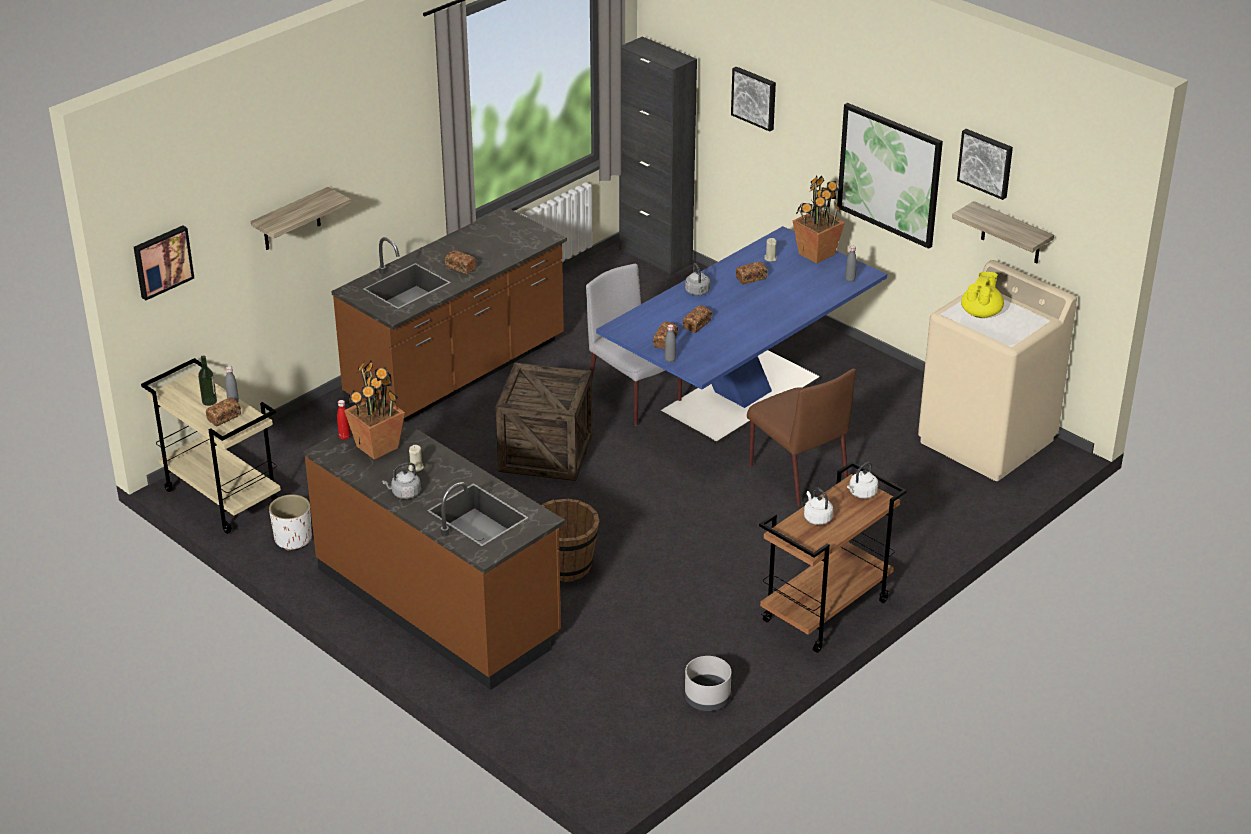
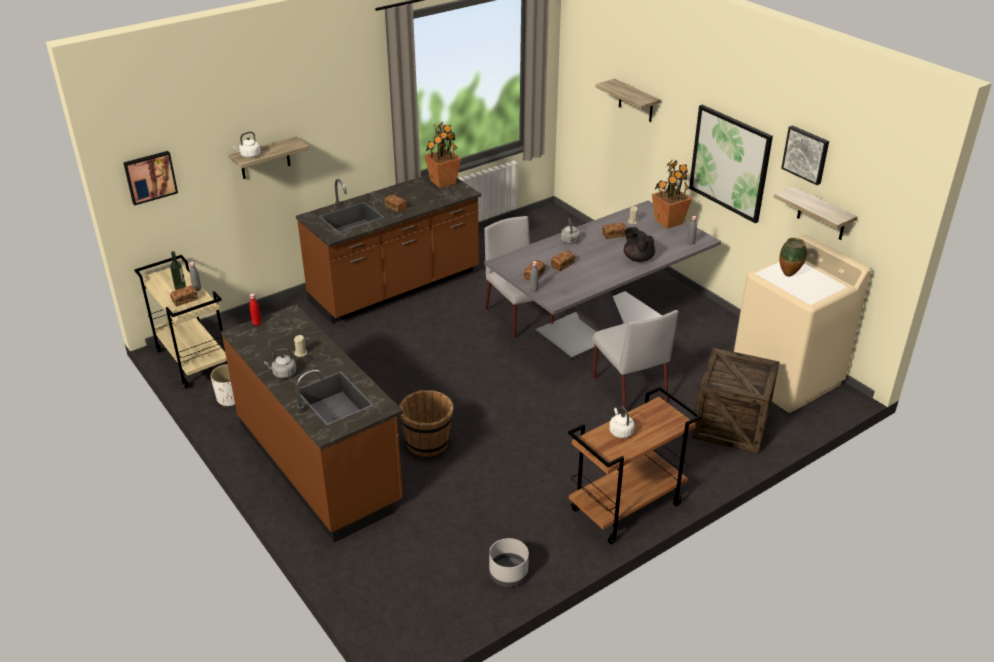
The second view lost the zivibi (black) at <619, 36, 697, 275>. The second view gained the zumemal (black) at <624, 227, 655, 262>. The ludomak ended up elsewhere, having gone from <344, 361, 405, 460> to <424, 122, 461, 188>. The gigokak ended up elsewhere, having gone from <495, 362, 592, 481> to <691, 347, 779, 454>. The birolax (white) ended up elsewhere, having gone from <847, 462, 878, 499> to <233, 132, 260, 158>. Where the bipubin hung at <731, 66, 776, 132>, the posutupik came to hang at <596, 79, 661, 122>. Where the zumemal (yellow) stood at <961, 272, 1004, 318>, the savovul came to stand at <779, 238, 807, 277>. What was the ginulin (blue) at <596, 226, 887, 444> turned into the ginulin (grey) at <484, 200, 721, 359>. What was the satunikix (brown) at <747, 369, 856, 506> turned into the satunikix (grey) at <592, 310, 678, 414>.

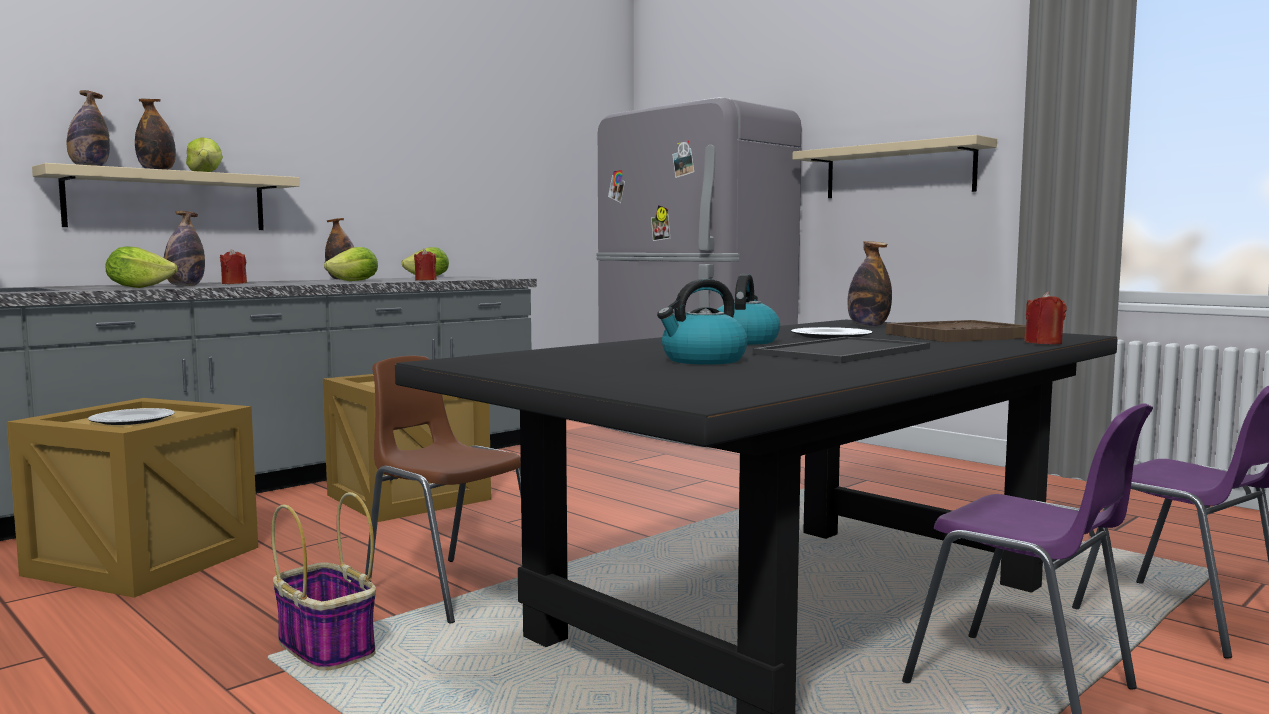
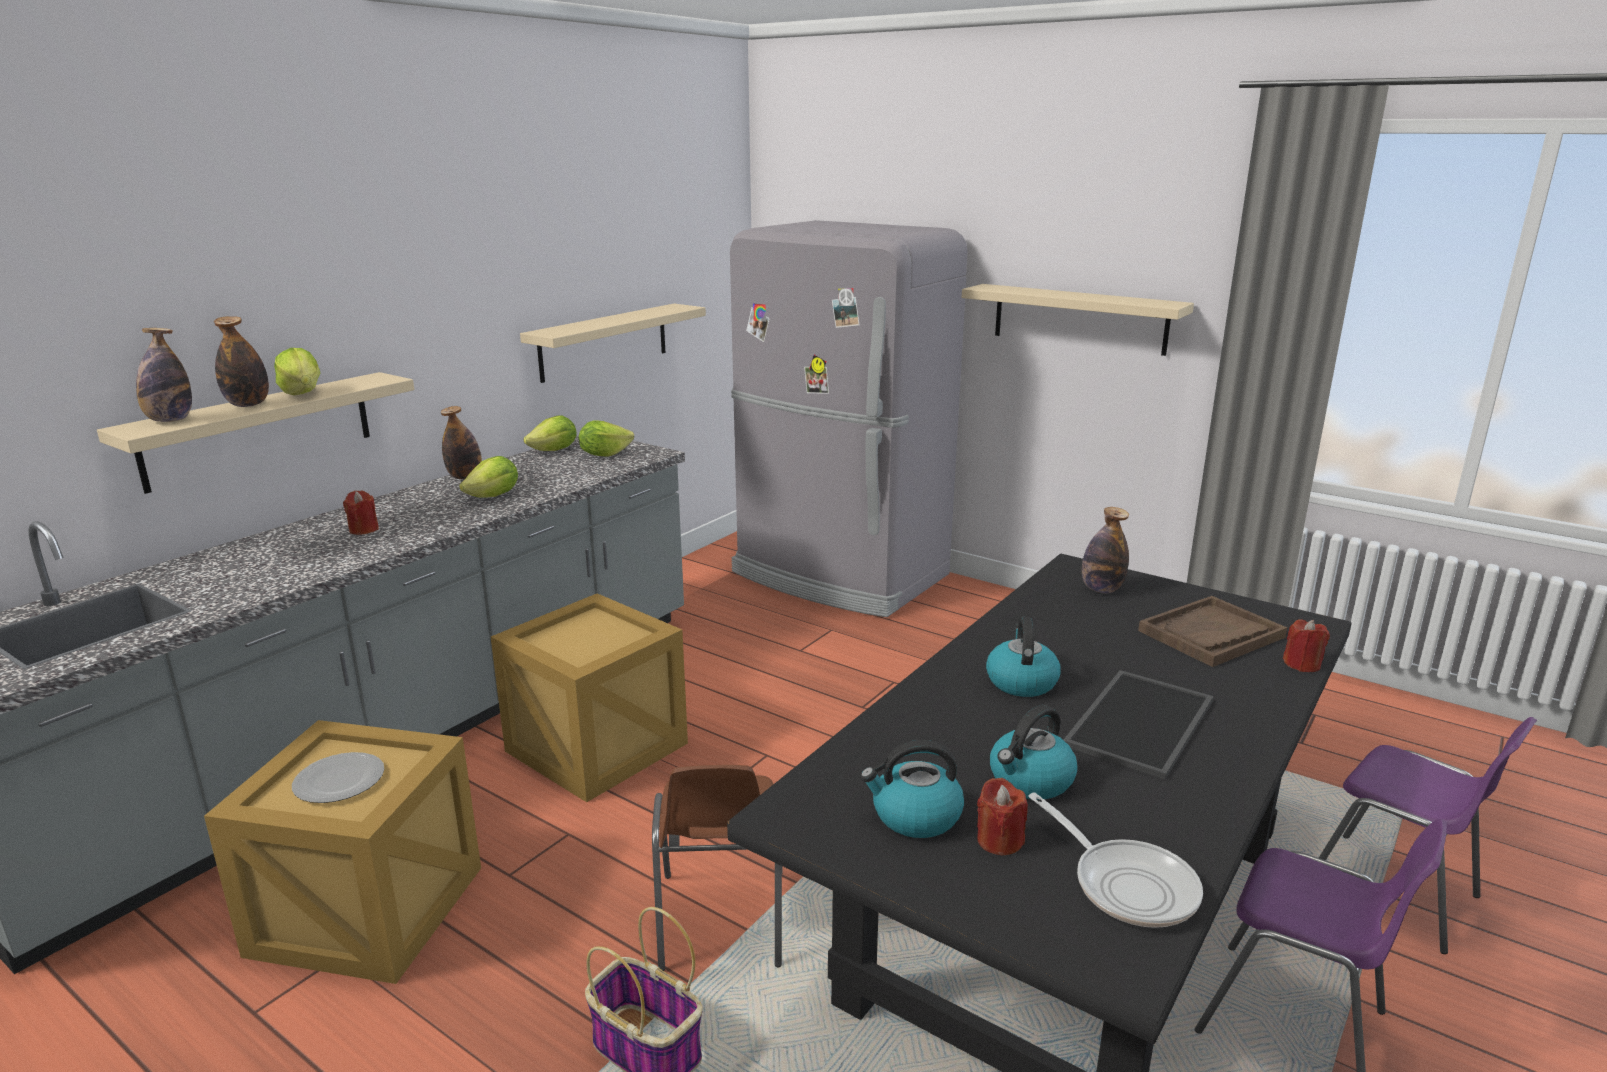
The second view lost the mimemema at <164, 211, 205, 286>. The second view lost the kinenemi at <791, 327, 872, 339>. The second view gained the posutupik (beige) at <520, 304, 706, 383>. The second view gained the birolax at <860, 740, 964, 838>. The second view gained the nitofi at <1028, 793, 1203, 928>. The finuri ended up elsewhere, having gone from <105, 246, 177, 288> to <579, 421, 634, 457>. The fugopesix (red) ended up elsewhere, having gone from <414, 249, 437, 281> to <977, 778, 1028, 855>. The satunikix (brown) at <365, 356, 521, 623> ended up facing another way, 120 degrees counterclockwise from before.

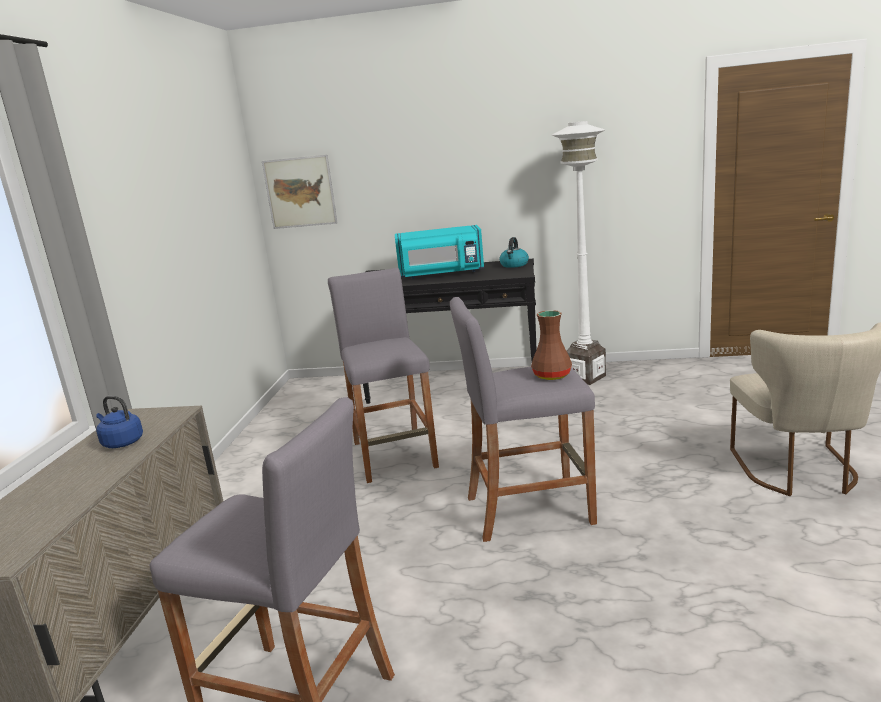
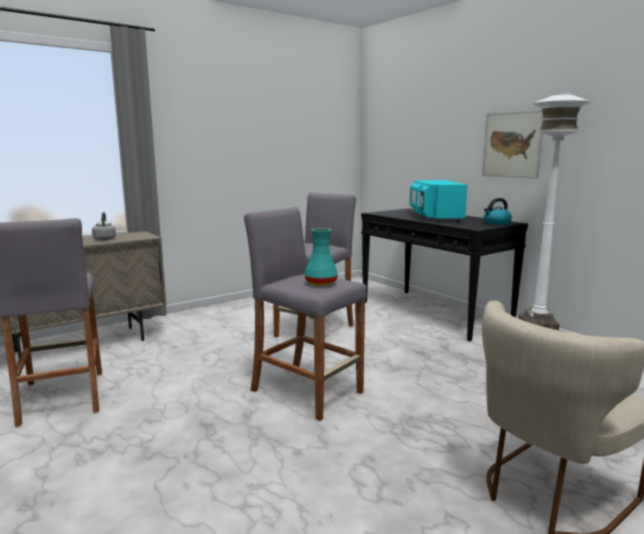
The bipubin ended up elsewhere, having gone from <262, 155, 338, 229> to <482, 110, 543, 179>. What was the birolax (blue) at <96, 396, 143, 448> turned into the birolax (grey) at <92, 212, 116, 240>. What was the savovul (brown) at <531, 310, 572, 380> turned into the savovul (turquoise) at <305, 228, 338, 286>. The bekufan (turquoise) at <395, 225, 484, 279> ended up facing another way, 45 degrees clockwise from before.

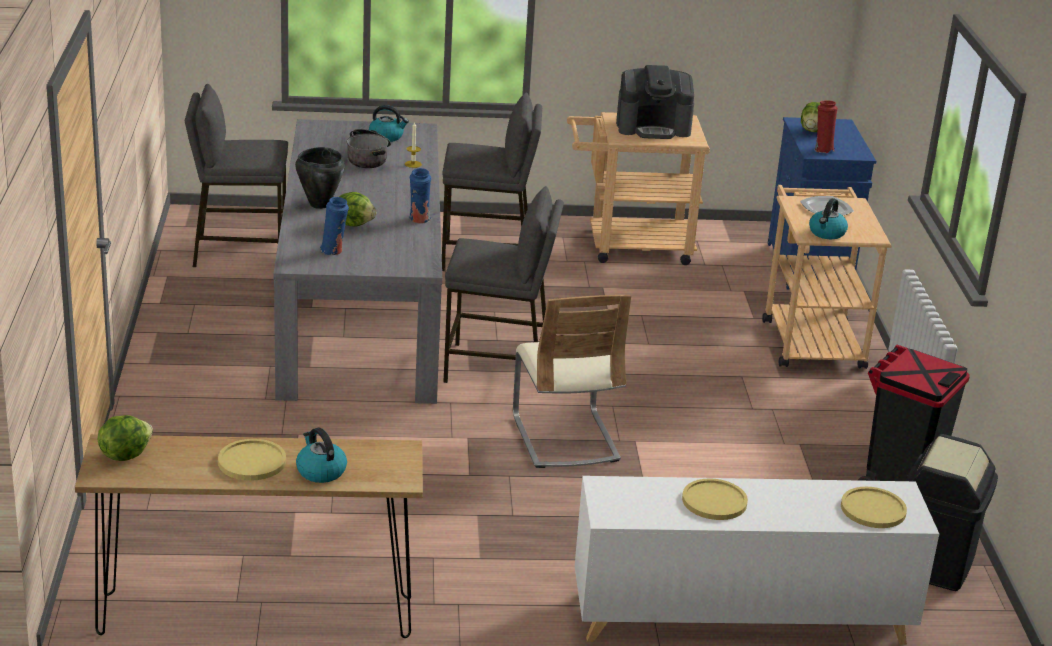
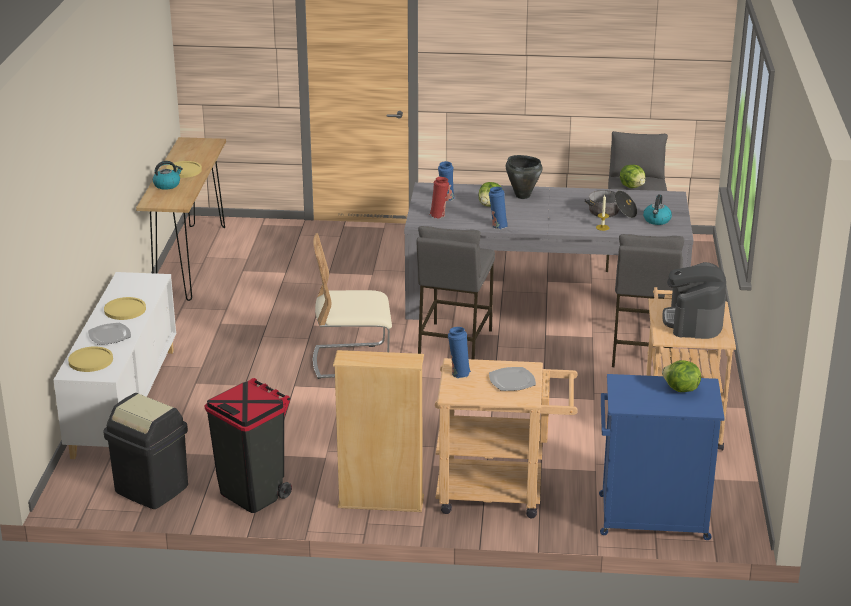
The second view gained the kinenemi at <88, 323, 131, 345>. The second view gained the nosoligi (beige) at <333, 350, 424, 512>. The finuri ended up elsewhere, having gone from <98, 415, 153, 461> to <620, 165, 645, 188>. The savovul (red) ended up elsewhere, having gone from <815, 100, 838, 153> to <429, 177, 449, 219>. Where the birolax stood at <809, 198, 848, 239>, the savovul (blue) came to stand at <448, 327, 471, 378>.

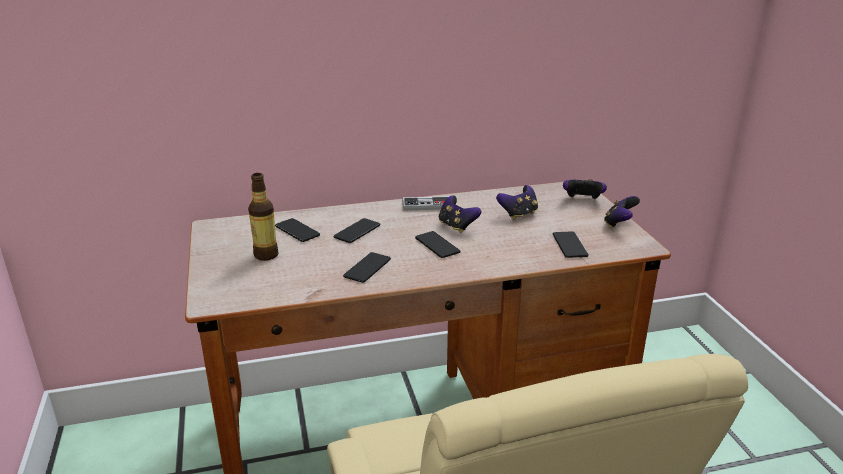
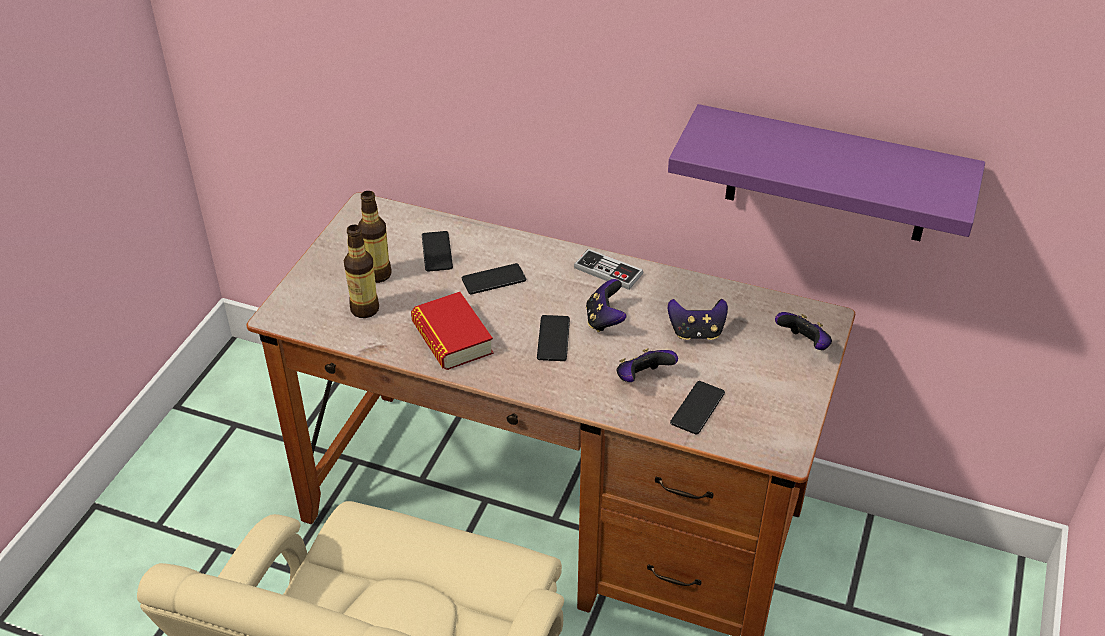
The second view gained the mimemema at <344, 225, 379, 318>. The second view gained the posutupik (purple) at <668, 104, 985, 241>. The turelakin ended up elsewhere, having gone from <604, 196, 640, 228> to <616, 348, 678, 382>. Where the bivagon stood at <343, 252, 391, 283>, the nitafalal came to stand at <411, 292, 493, 370>.

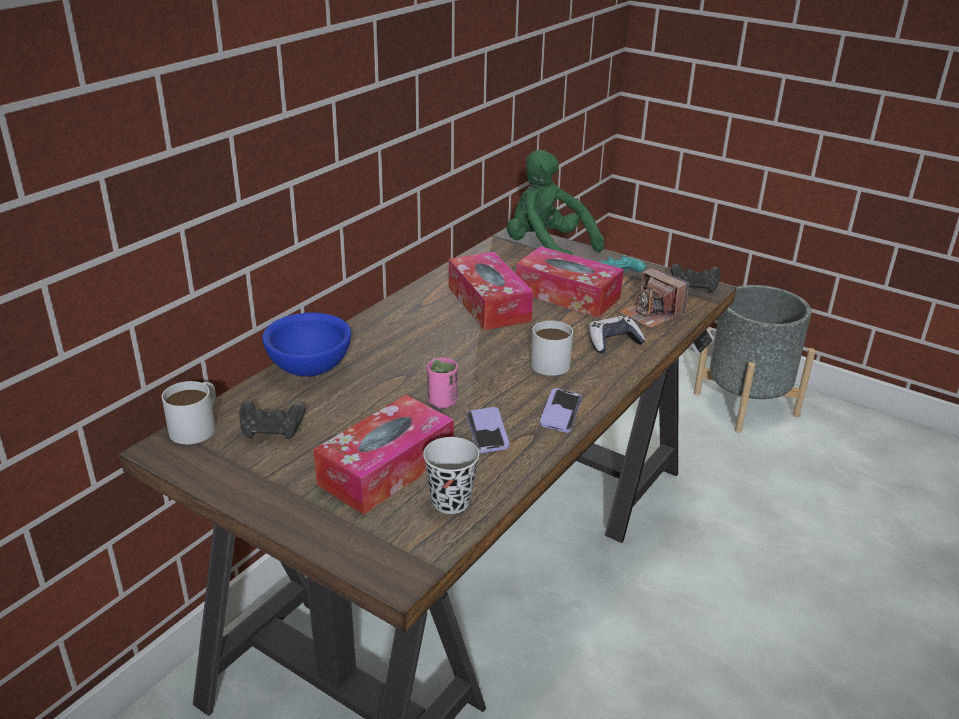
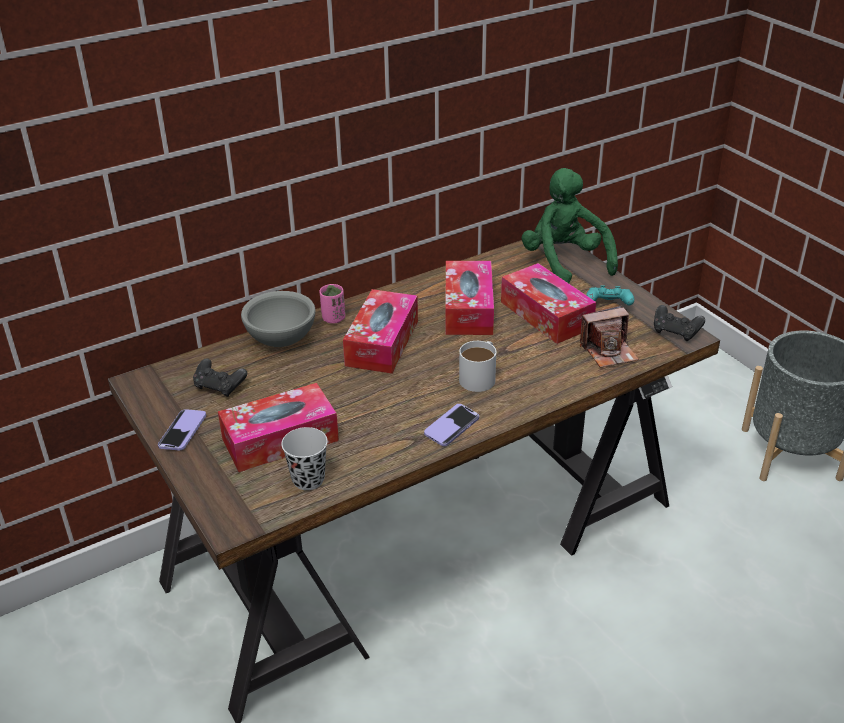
The second view lost the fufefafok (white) at <162, 381, 216, 444>. The second view lost the turelakin at <588, 316, 646, 353>. The second view gained the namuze at <343, 289, 418, 374>. The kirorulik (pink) ended up elsewhere, having gone from <427, 358, 458, 408> to <319, 284, 345, 324>. The bivagon ended up elsewhere, having gone from <467, 407, 510, 453> to <158, 409, 206, 450>. What was the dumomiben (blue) at <262, 313, 351, 377> turned into the dumomiben (grey) at <241, 291, 315, 347>. The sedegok at <618, 268, 689, 329> ended up facing another way, 90 degrees counterclockwise from before.

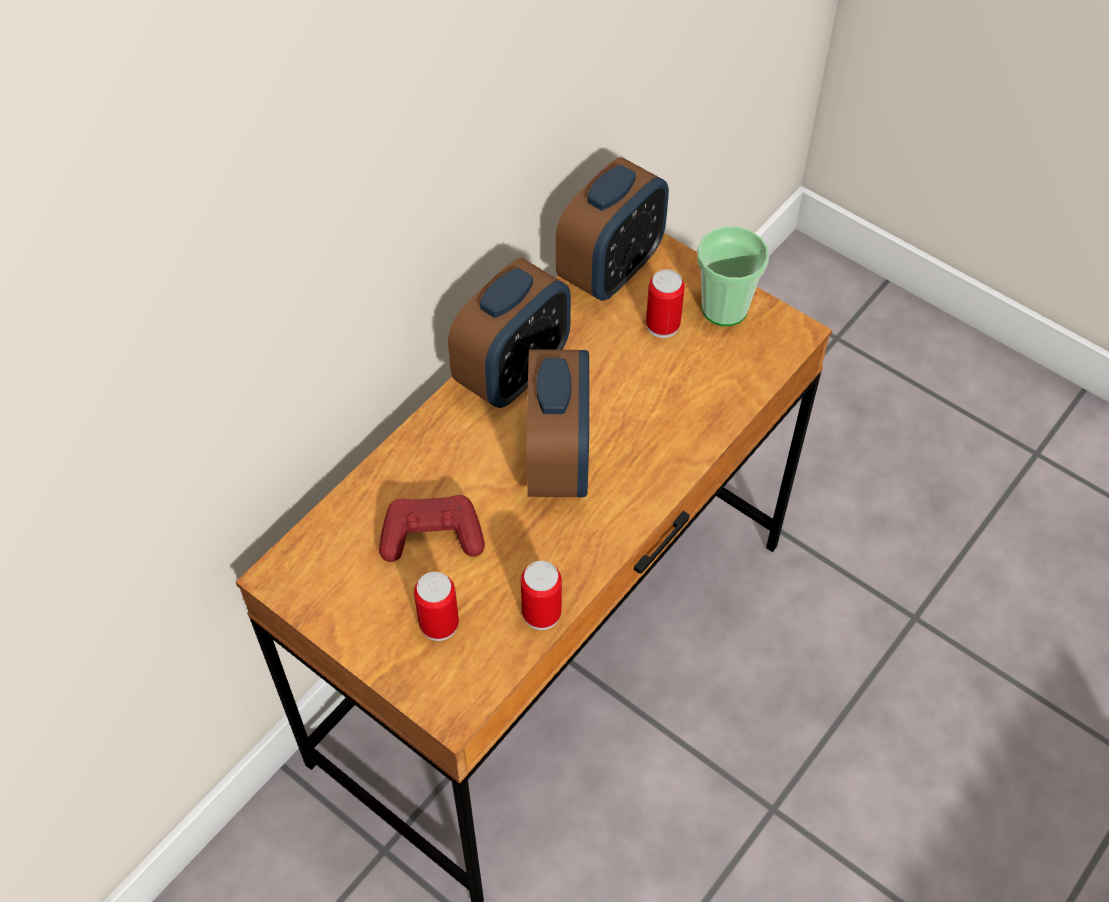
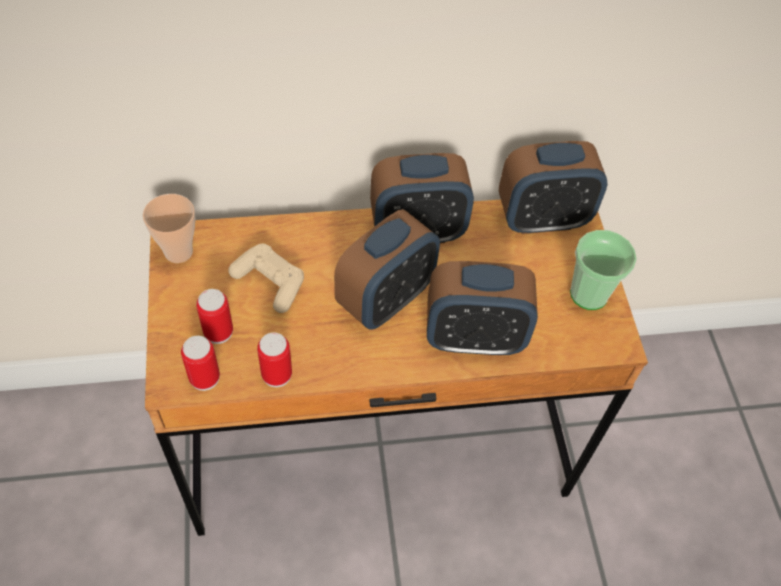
The second view gained the kirorulik at <143, 194, 195, 263>. The second view gained the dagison at <427, 261, 538, 355>. The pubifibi ended up elsewhere, having gone from <646, 269, 685, 338> to <181, 336, 220, 391>. What was the turelakin (red) at <379, 495, 485, 562> turned into the turelakin (beige) at <228, 244, 304, 313>.

